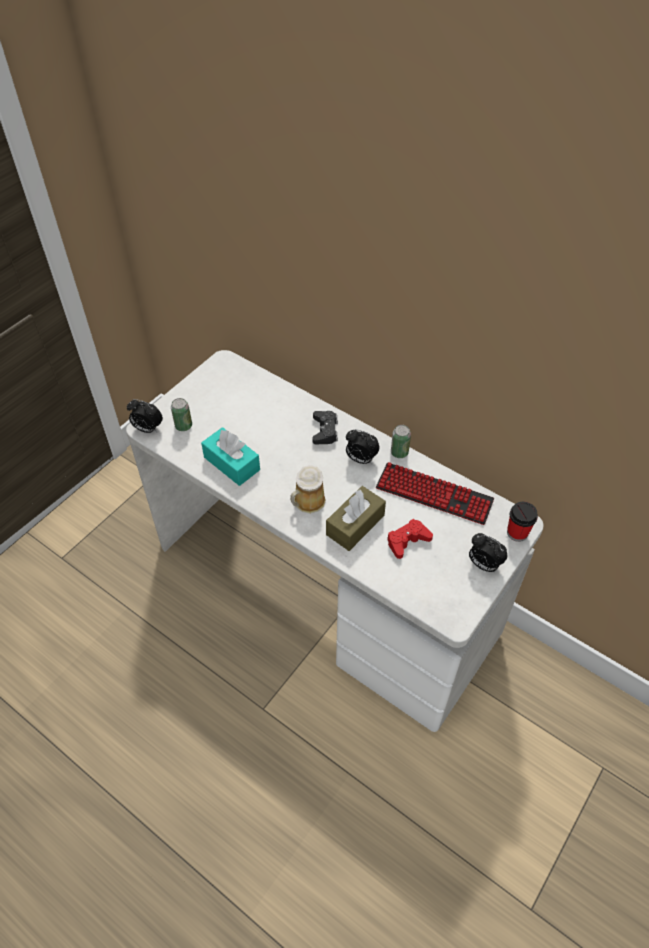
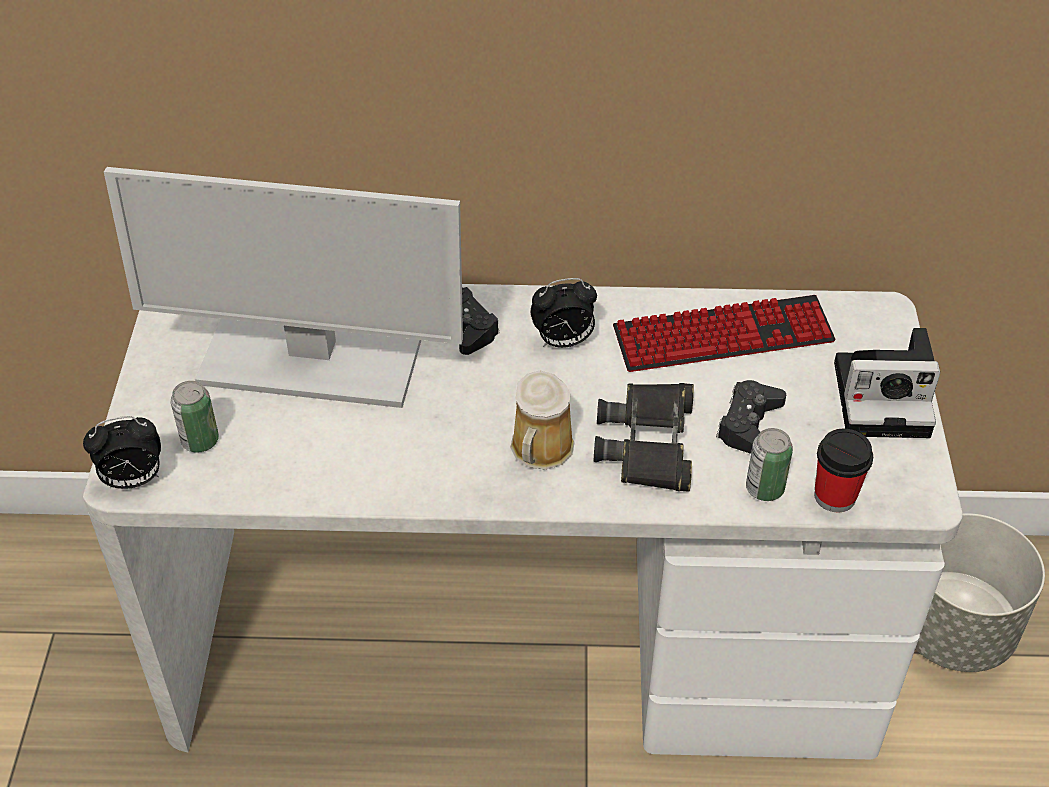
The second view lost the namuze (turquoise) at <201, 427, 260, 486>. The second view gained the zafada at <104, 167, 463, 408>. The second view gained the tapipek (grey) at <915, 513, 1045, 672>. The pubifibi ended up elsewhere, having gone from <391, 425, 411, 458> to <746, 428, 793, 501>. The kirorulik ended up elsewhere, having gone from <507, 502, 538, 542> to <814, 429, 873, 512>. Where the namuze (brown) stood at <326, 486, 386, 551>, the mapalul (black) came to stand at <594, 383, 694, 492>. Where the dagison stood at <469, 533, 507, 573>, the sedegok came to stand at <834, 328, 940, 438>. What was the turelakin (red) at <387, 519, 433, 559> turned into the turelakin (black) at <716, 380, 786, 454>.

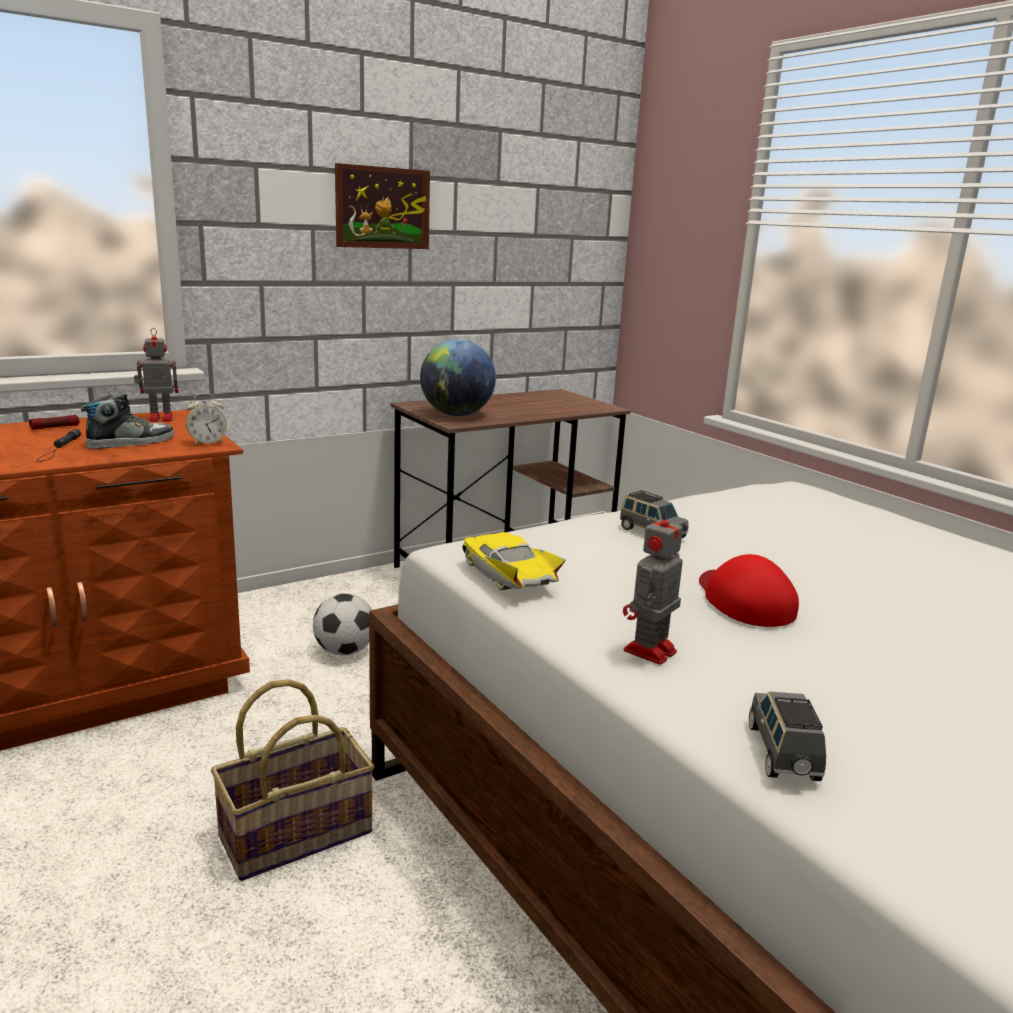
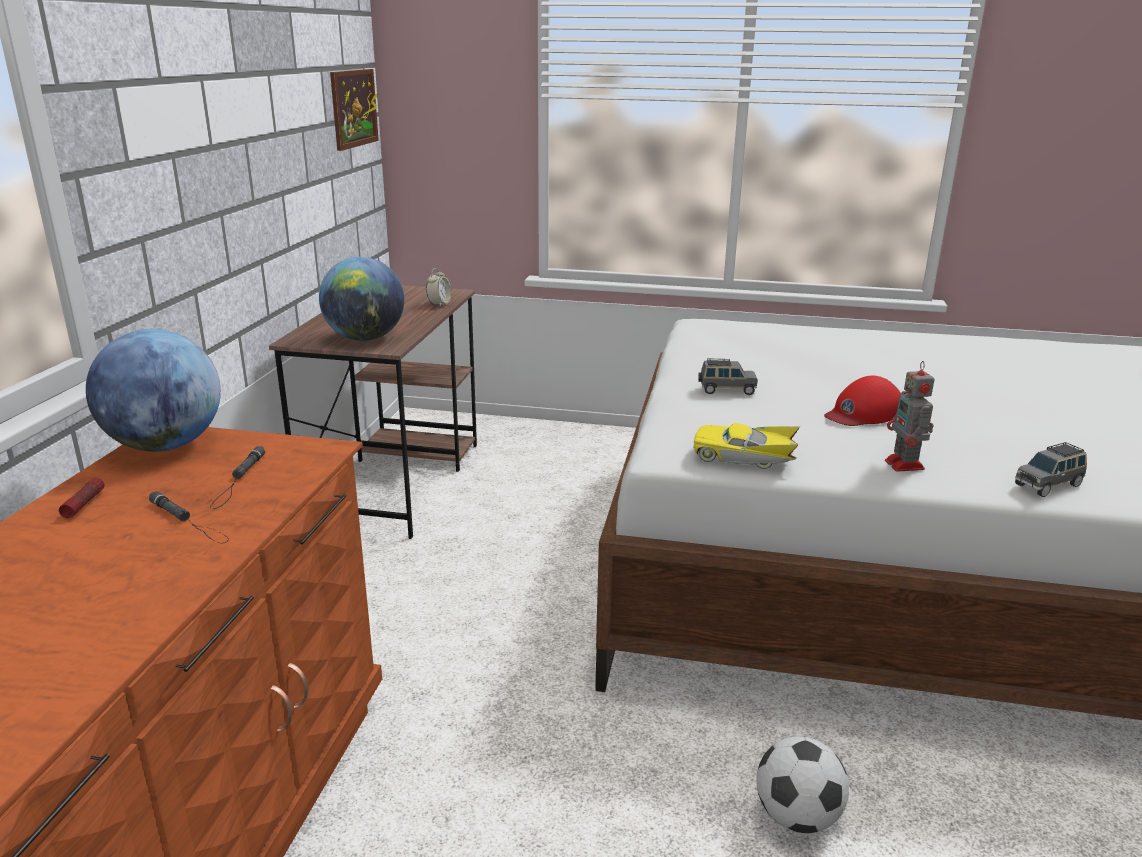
The second view lost the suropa at <211, 679, 375, 881>. The dagison ended up elsewhere, having gone from <186, 393, 227, 445> to <426, 268, 451, 307>. The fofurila ended up elsewhere, having gone from <313, 593, 372, 656> to <757, 737, 849, 833>. The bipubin ended up elsewhere, having gone from <335, 163, 430, 249> to <330, 69, 379, 151>. Where the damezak stood at <81, 394, 174, 449>, the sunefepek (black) came to stand at <210, 446, 265, 509>. Where the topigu stood at <134, 328, 178, 422>, the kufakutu came to stand at <86, 329, 221, 451>. The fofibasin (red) at <699, 554, 799, 627> ended up facing another way, 60 degrees counterclockwise from before. The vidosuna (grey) at <749, 692, 826, 781> ended up facing another way, 75 degrees counterclockwise from before.

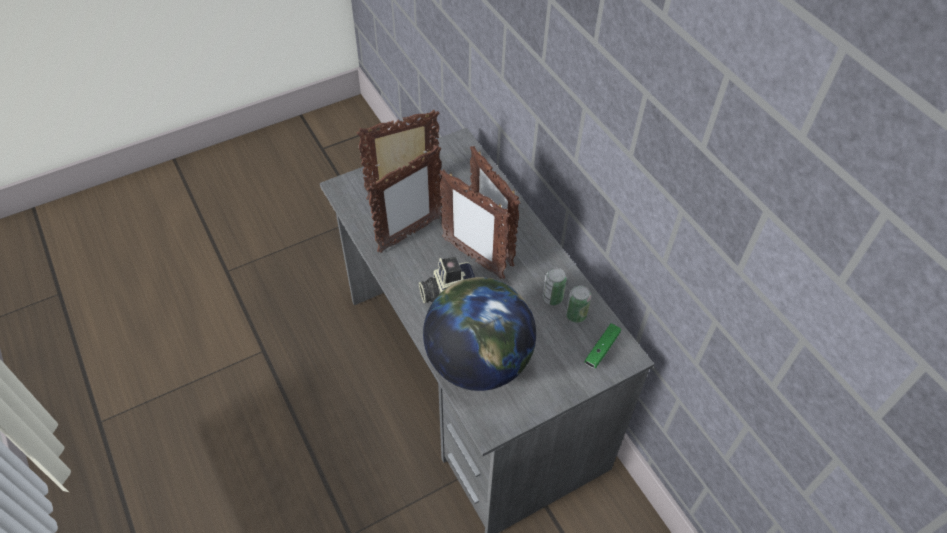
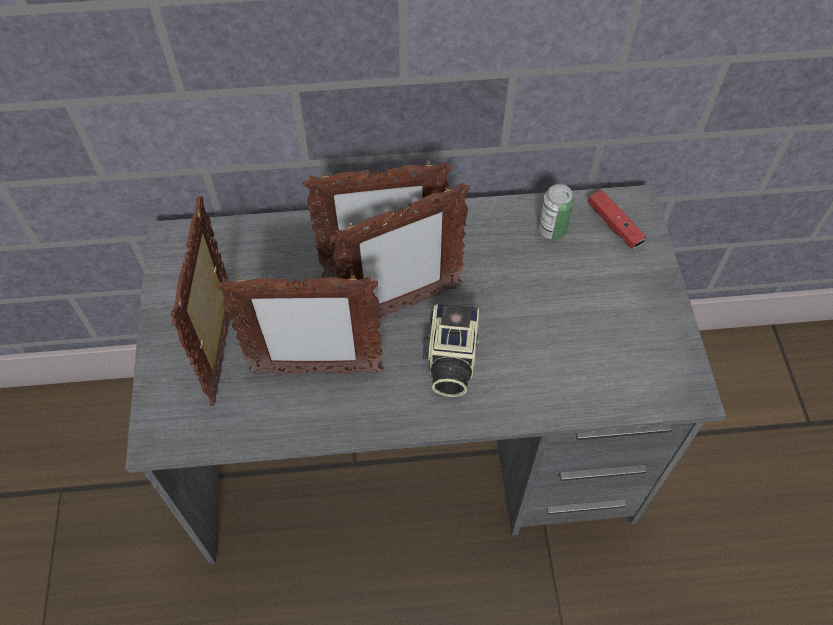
The second view lost the kufakutu at <423, 277, 536, 391>. The second view lost the pubifibi at <542, 268, 567, 305>. What was the turelakin (green) at <585, 323, 621, 369> turned into the turelakin (red) at <588, 190, 646, 249>. The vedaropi at <367, 146, 442, 253> ended up facing another way, 105 degrees clockwise from before.

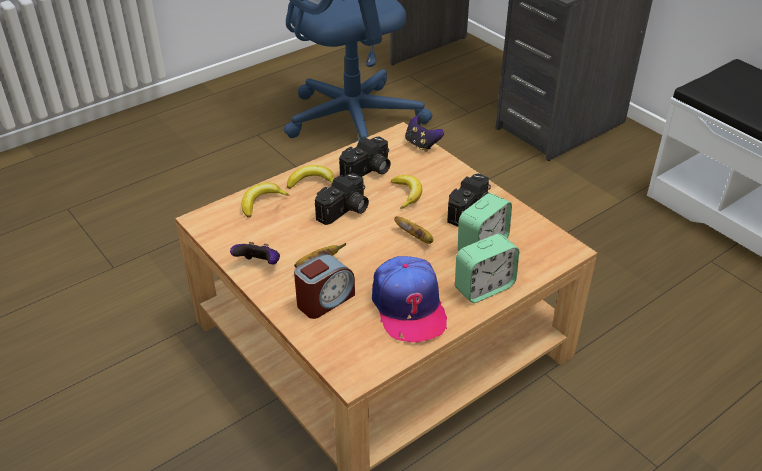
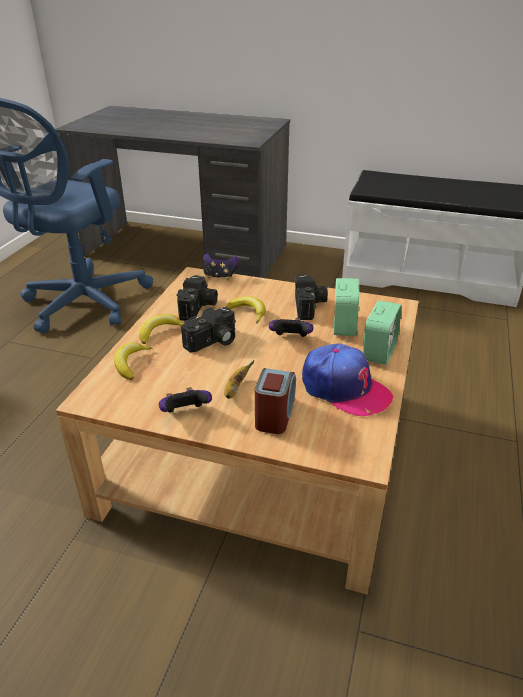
Where the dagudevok stood at <394, 216, 433, 244>, the turelakin came to stand at <269, 318, 313, 337>. The sedegok at <315, 173, 369, 225> ended up facing another way, 45 degrees clockwise from before.

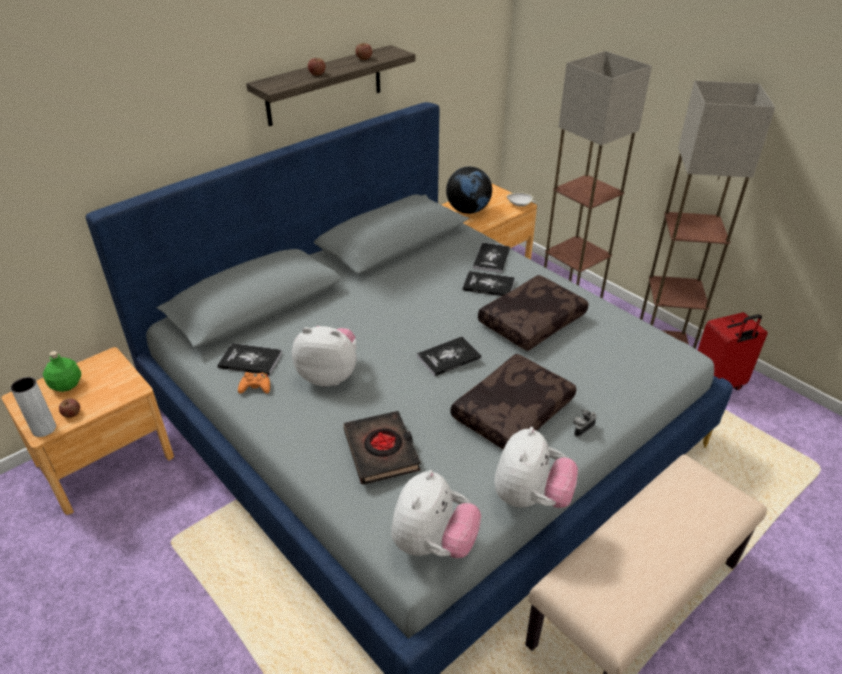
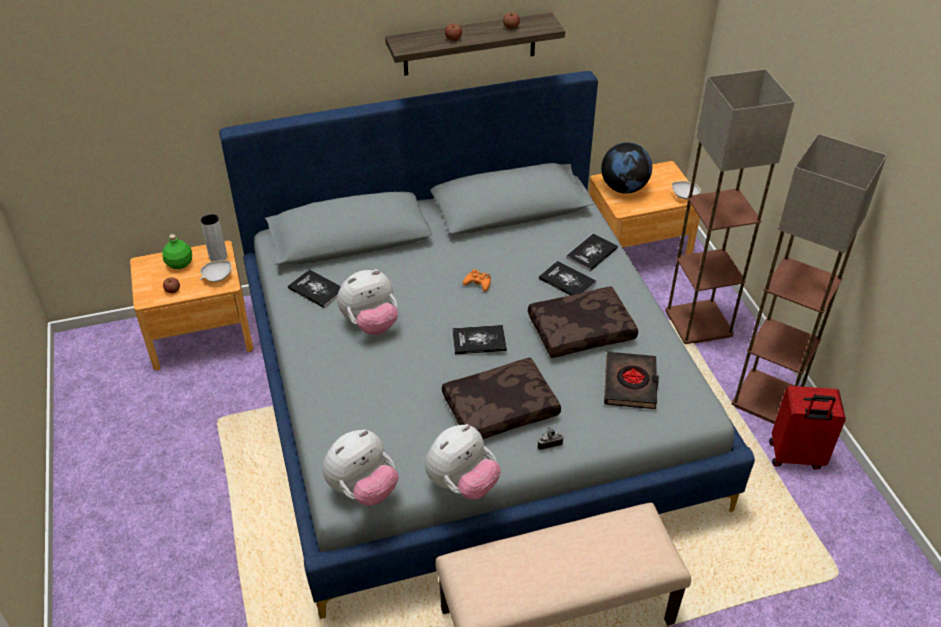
The second view gained the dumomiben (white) at <200, 260, 232, 282>. The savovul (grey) ended up elsewhere, having gone from <11, 377, 56, 437> to <200, 214, 227, 262>. The turelakin (orange) ended up elsewhere, having gone from <238, 372, 270, 394> to <463, 269, 491, 292>. The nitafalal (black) ended up elsewhere, having gone from <343, 411, 421, 485> to <604, 352, 659, 409>. The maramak at <292, 326, 357, 386> ended up facing another way, 120 degrees clockwise from before.

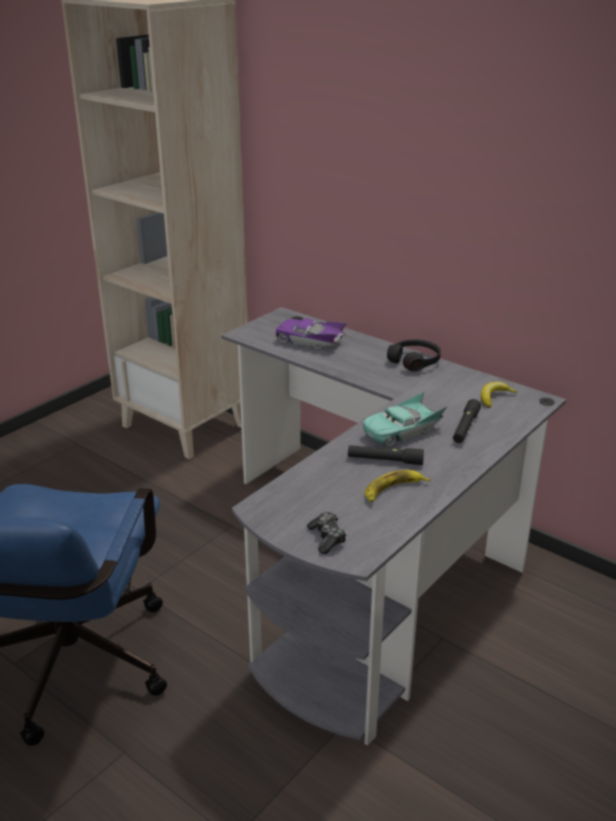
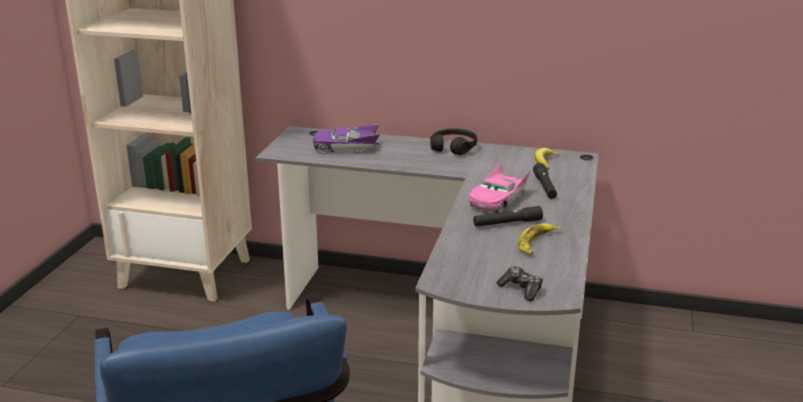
What was the vidosuna (turquoise) at <363, 391, 448, 447> turned into the vidosuna (pink) at <468, 163, 531, 213>.

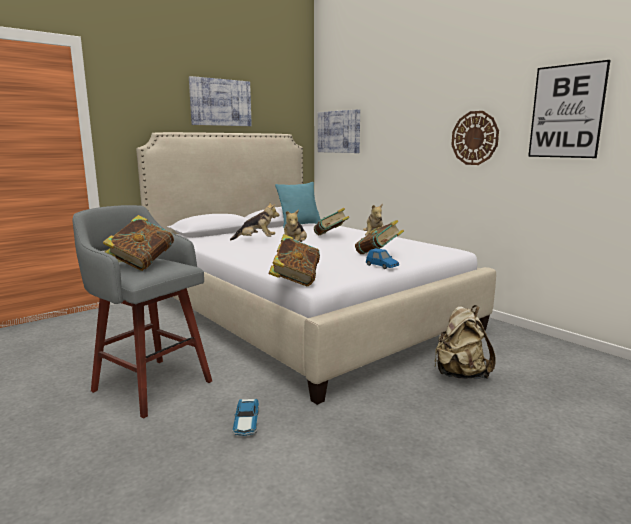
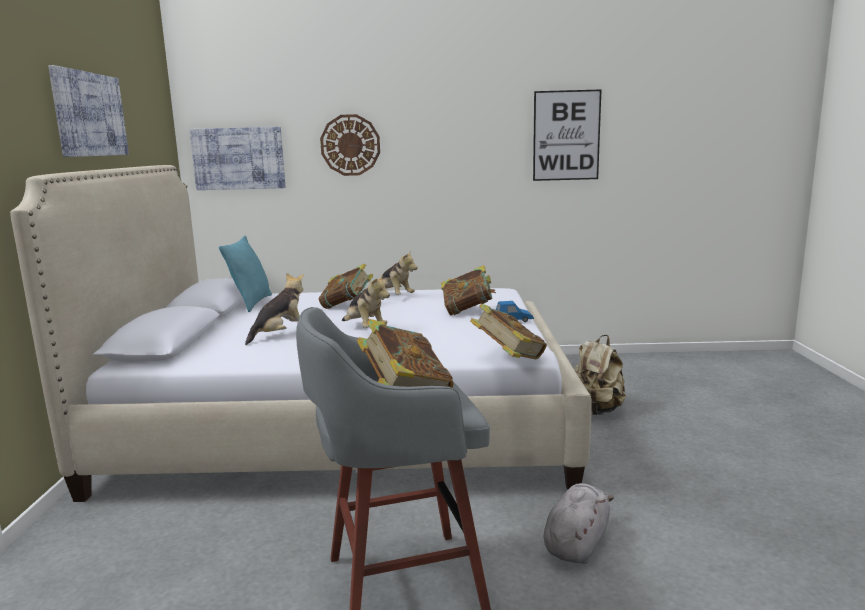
The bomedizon ended up elsewhere, having gone from <451, 111, 499, 165> to <320, 114, 380, 176>. Where the vidosuna stood at <232, 399, 259, 436>, the maramak (grey) came to stand at <544, 483, 614, 564>.

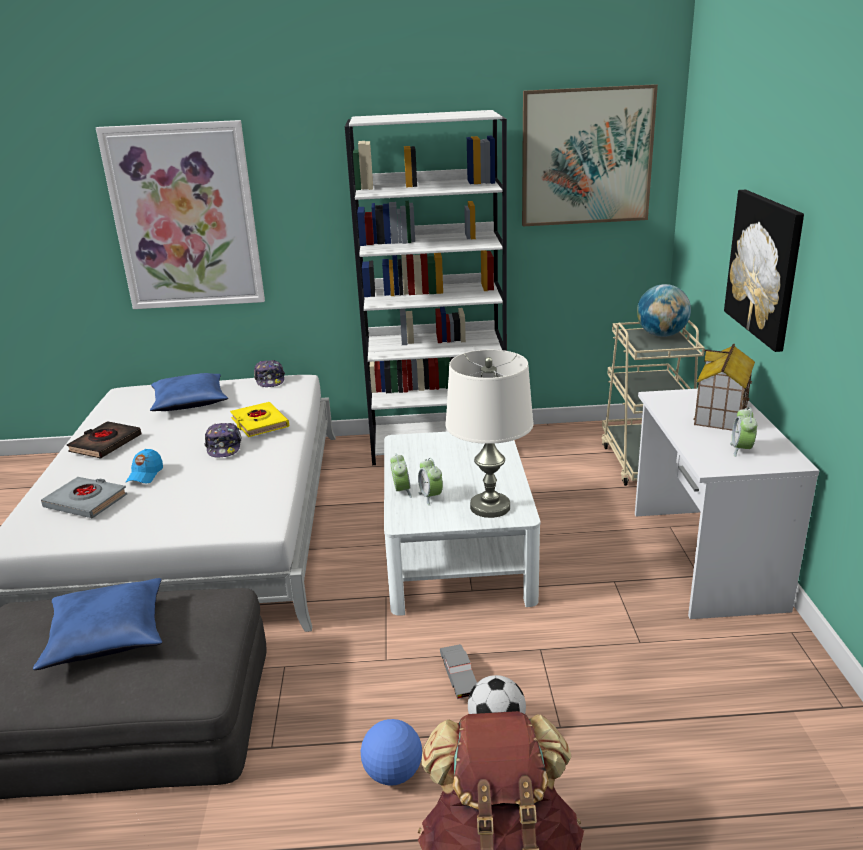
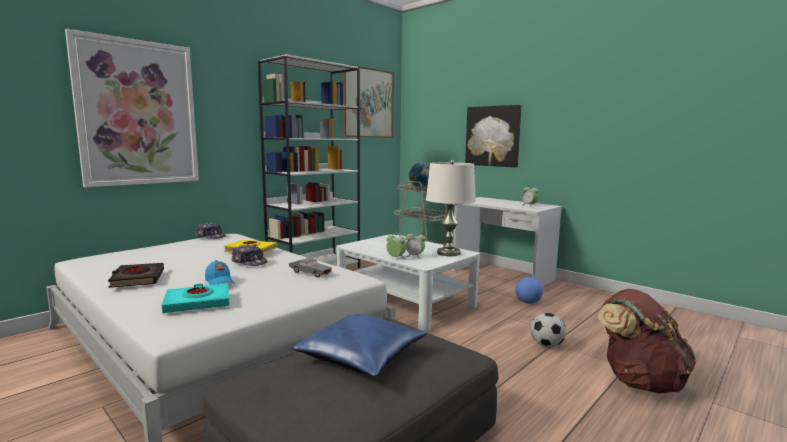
The second view lost the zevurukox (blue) at <150, 373, 228, 411>. The second view lost the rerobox at <693, 344, 755, 431>. The fofurila ended up elsewhere, having gone from <361, 719, 422, 786> to <515, 277, 543, 304>. The vidosuna (grey) ended up elsewhere, having gone from <440, 644, 477, 699> to <289, 258, 332, 278>. What was the nitafalal (grey) at <41, 477, 127, 518> turned into the nitafalal (turquoise) at <162, 283, 230, 313>.

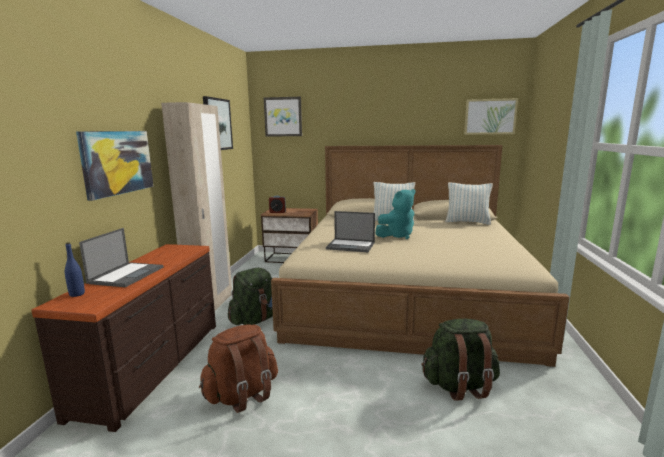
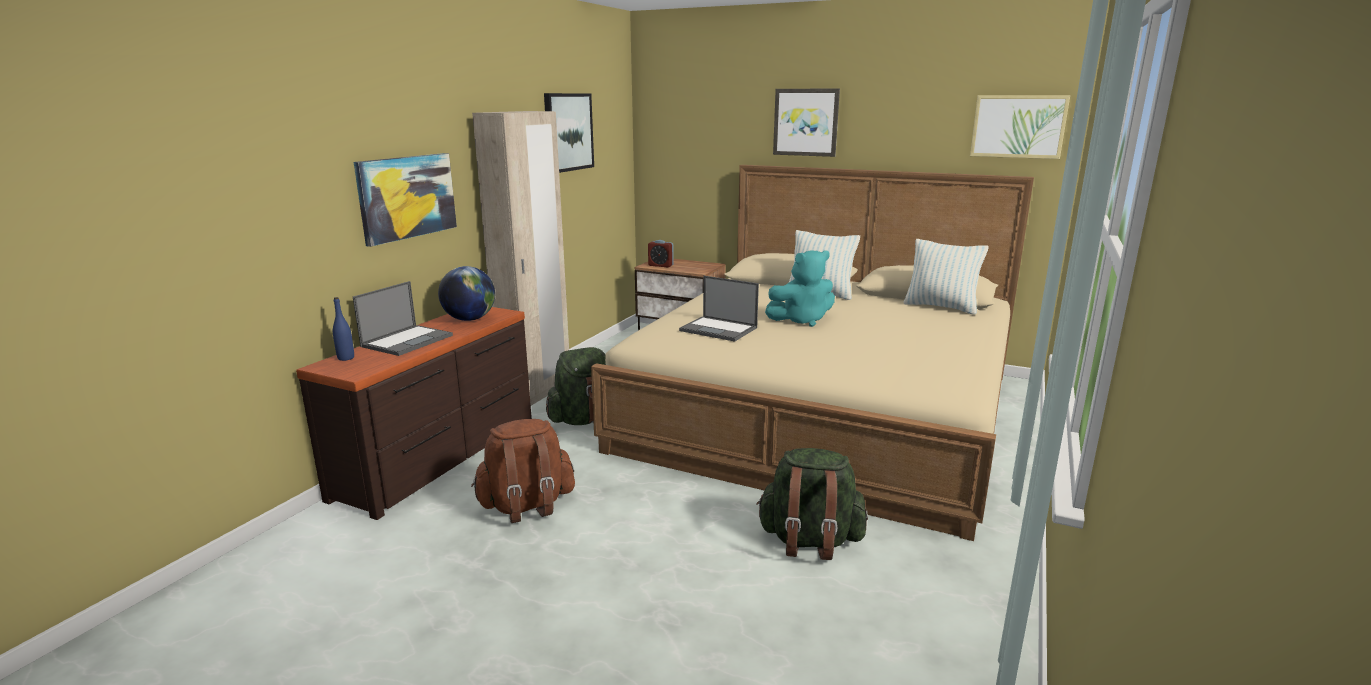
The second view gained the kufakutu at <438, 266, 495, 321>. The bipubin ended up elsewhere, having gone from <264, 97, 302, 137> to <773, 89, 840, 157>.

